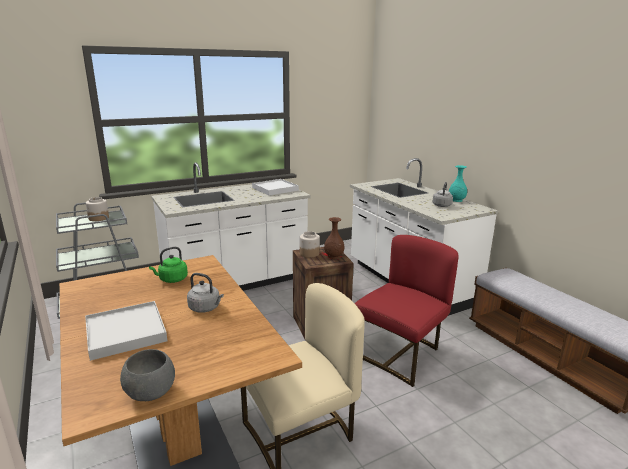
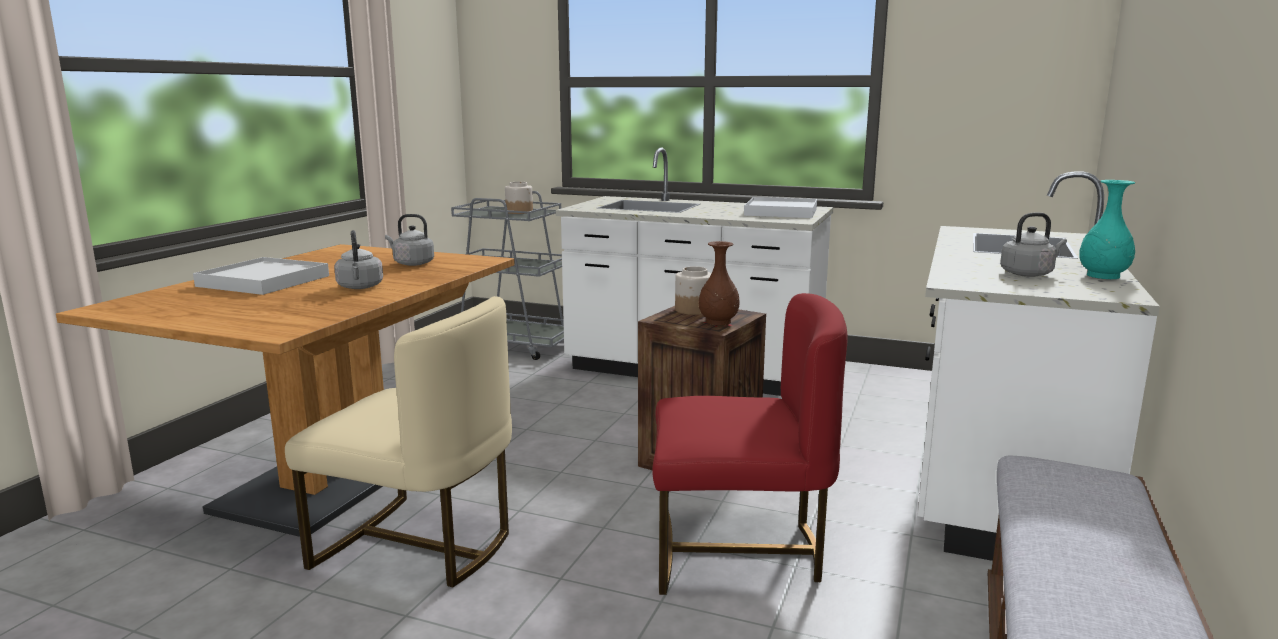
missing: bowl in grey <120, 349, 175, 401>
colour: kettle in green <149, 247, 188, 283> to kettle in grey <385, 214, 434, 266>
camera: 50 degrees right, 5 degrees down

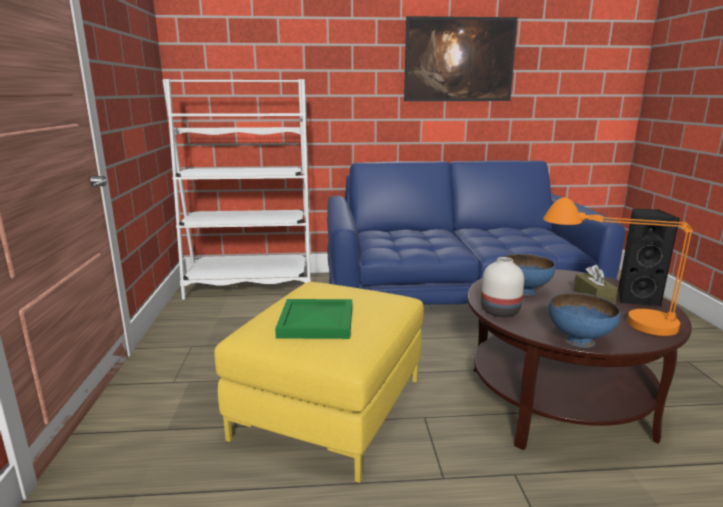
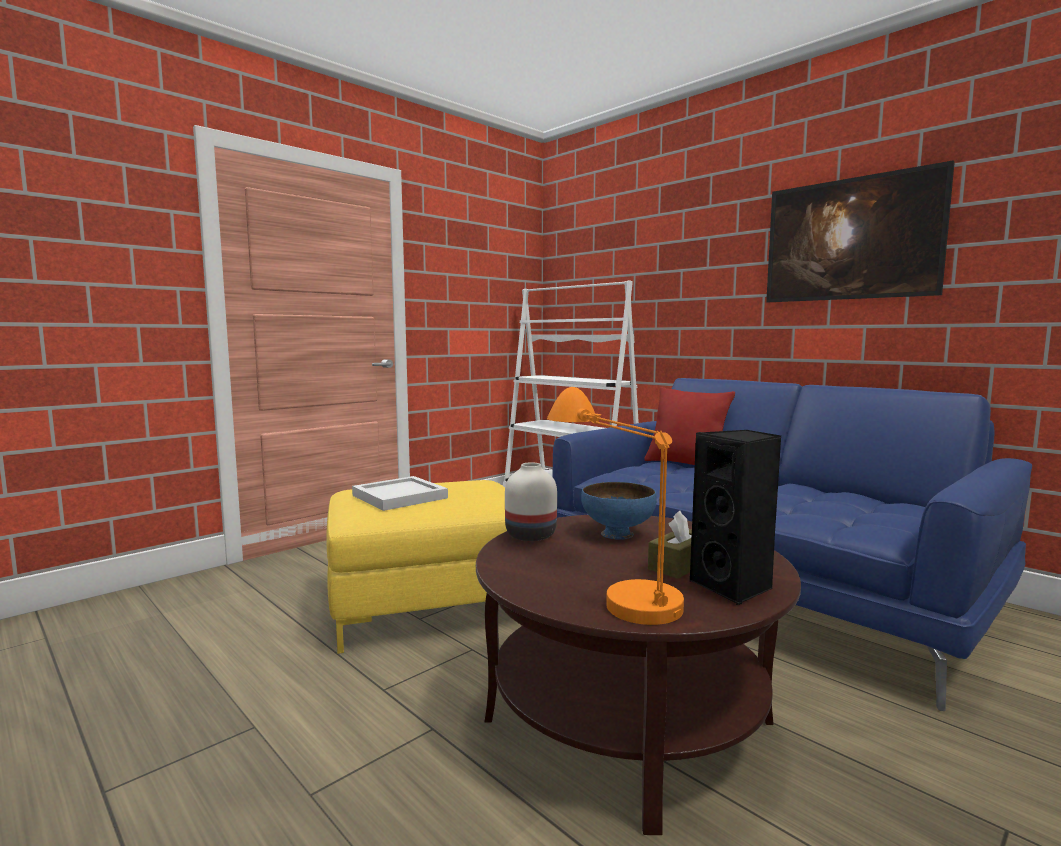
missing: bowl in blue <549, 293, 620, 348>
appeared: pillow in red <645, 387, 735, 465>
colour: tray in green <275, 299, 352, 339> to tray in white <352, 476, 448, 511>
camera: 50 degrees right, 10 degrees down

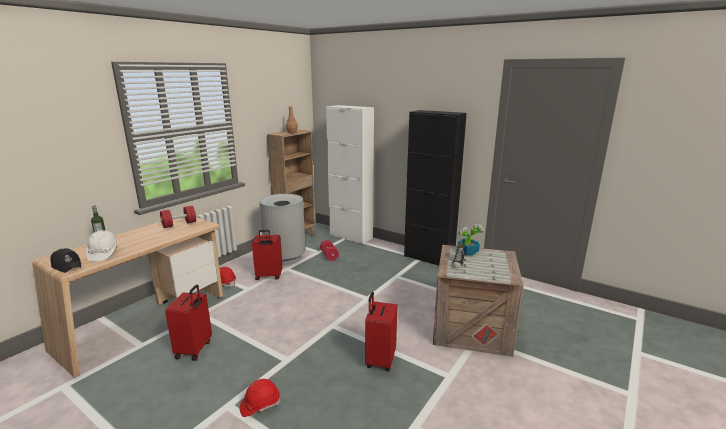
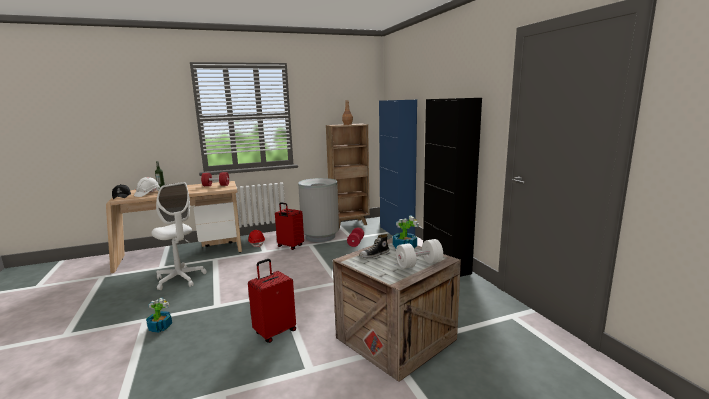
appeared: dumbbell in white <396, 239, 443, 269>
exchanged: suitcase in red <165, 285, 212, 361> to office chair in white <151, 182, 207, 290>; hard hat in red <240, 379, 280, 417> to potted plant <146, 298, 172, 333>
colour: cabinet in white <326, 105, 374, 244> to cabinet in blue <379, 100, 417, 236>
camera: 35 degrees right, 5 degrees down

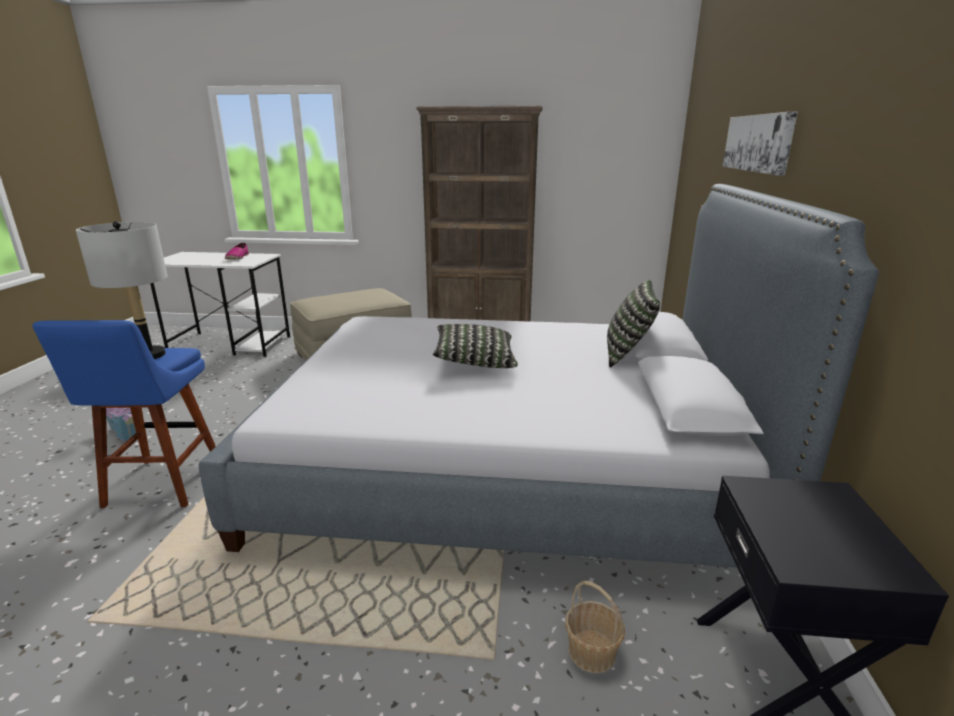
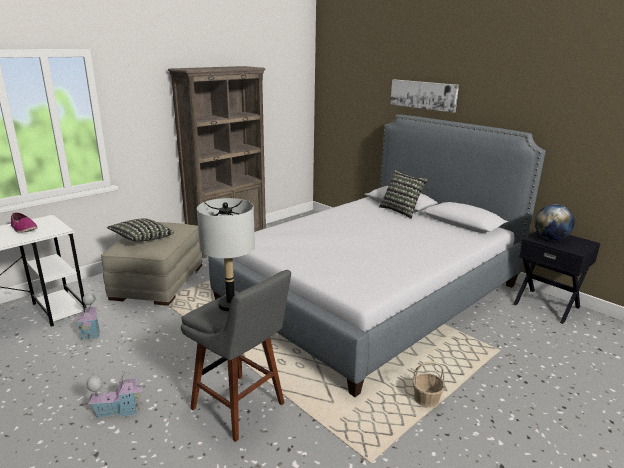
appeared: toy house <77, 293, 101, 341>; globe <535, 204, 575, 240>
relocated: pillow <433, 324, 518, 368> to <107, 218, 174, 242>; basket <565, 581, 625, 673> to <413, 361, 445, 408>
colour: stool in blue <32, 320, 216, 508> to stool in grey <181, 270, 291, 442>
camera: 50 degrees left, 0 degrees up

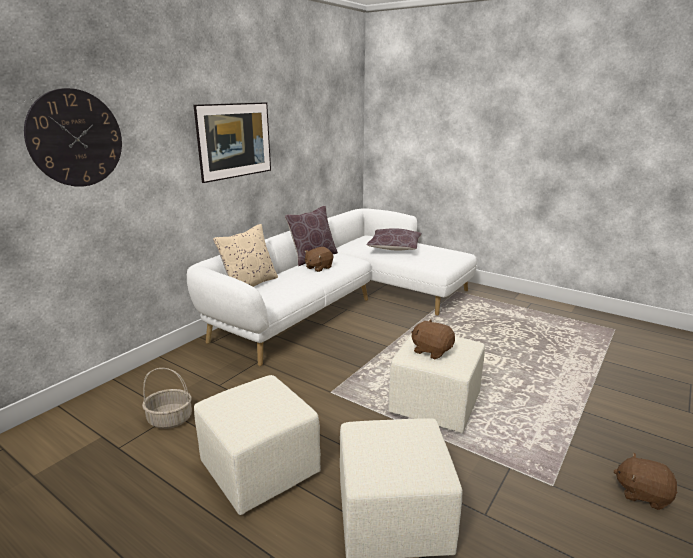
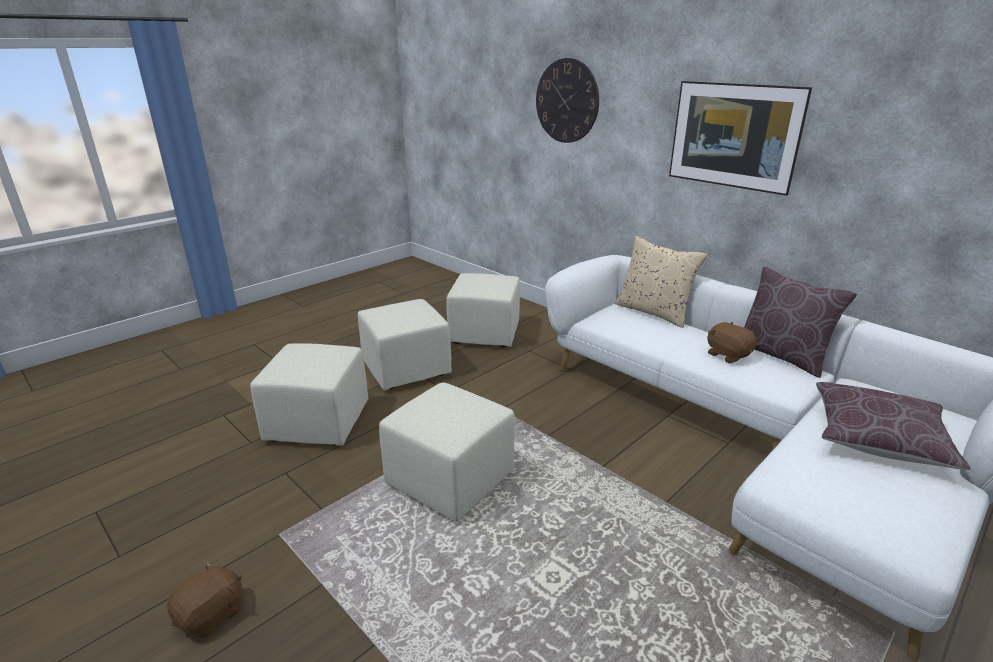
missing: plush toy in brown <411, 319, 455, 359>
exchanged: basket <142, 368, 192, 429> to ottoman in beige <446, 273, 520, 347>
camera: 100 degrees right, 5 degrees up

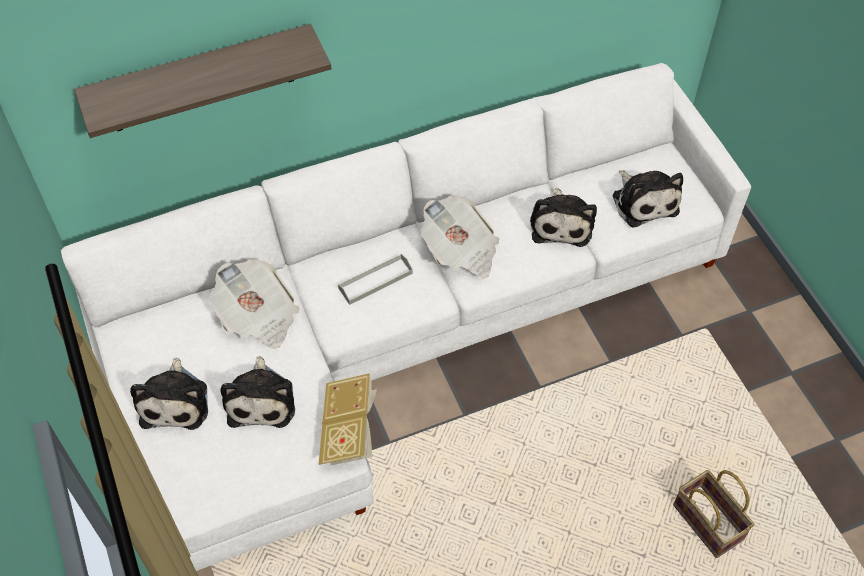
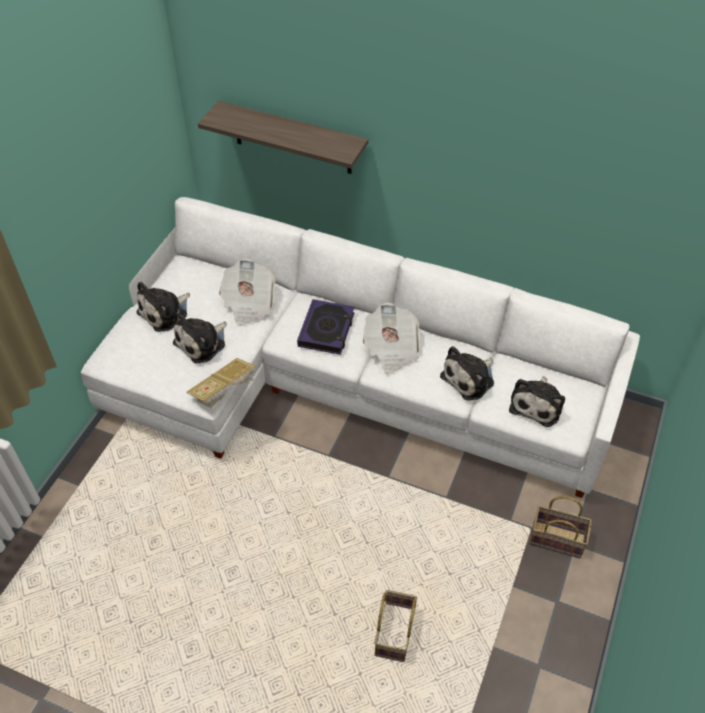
appeared: basket <529, 496, 592, 558>
exchanged: tray in grey <338, 254, 413, 305> to book <297, 299, 354, 355>
camera: 45 degrees right, 5 degrees down

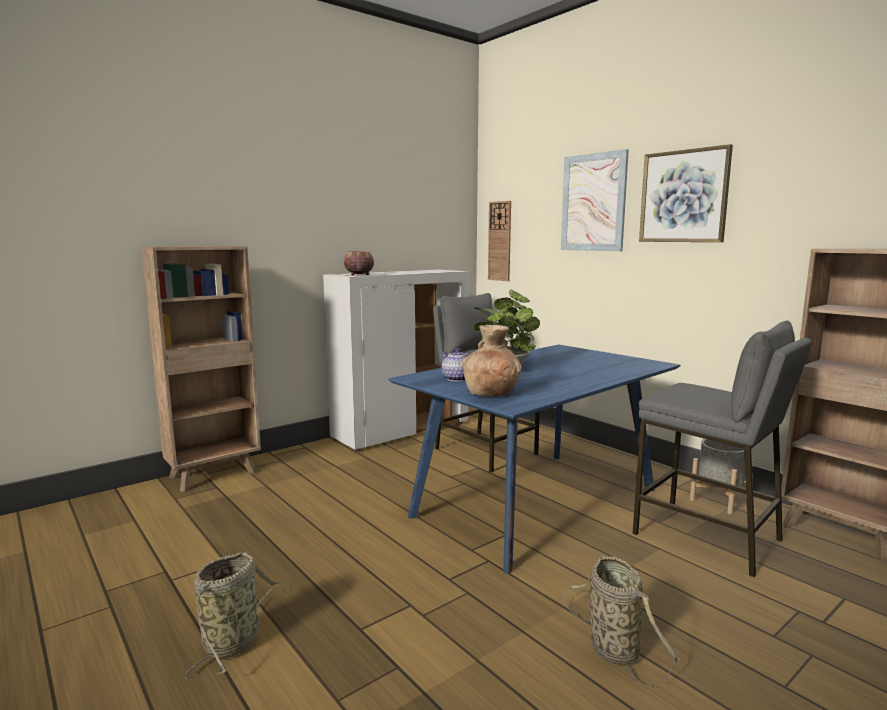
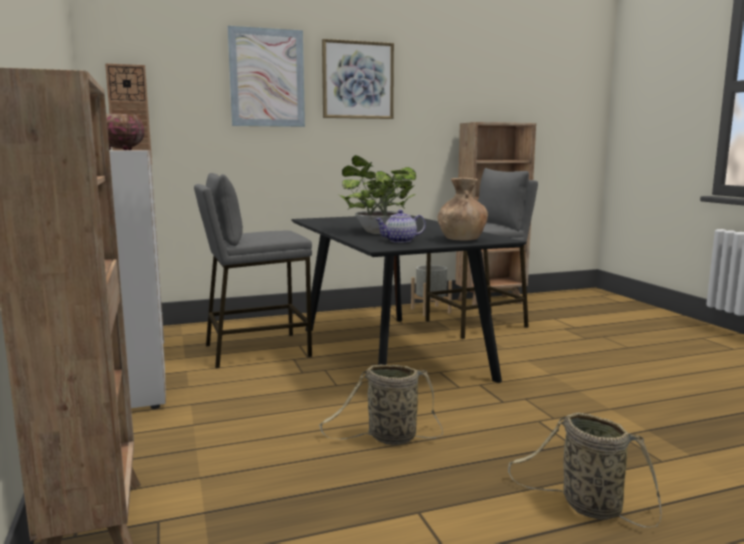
relocated: basket <564, 556, 679, 687> to <319, 364, 443, 445>
colour: dining table in blue <388, 345, 680, 573> to dining table in black <291, 215, 526, 383>
camera: 70 degrees left, 0 degrees up

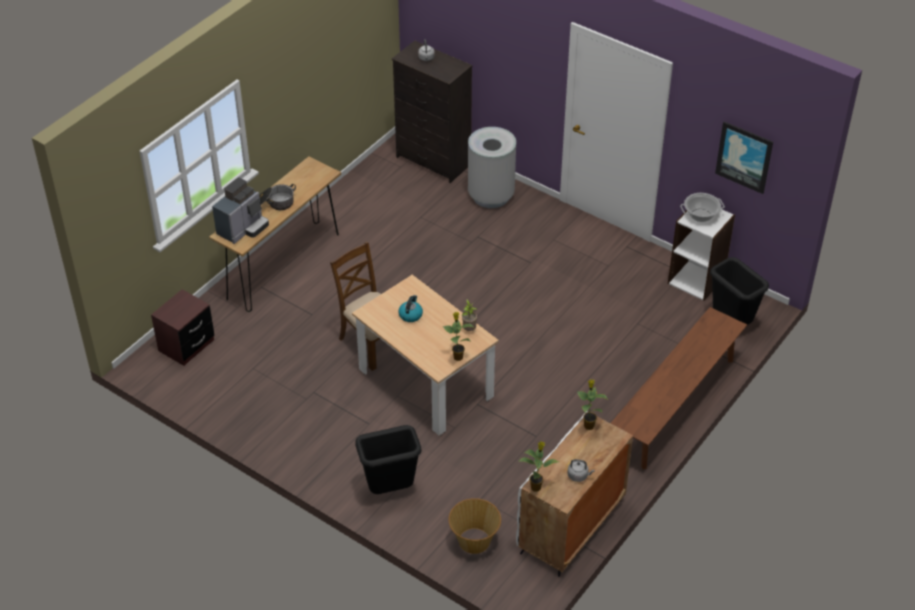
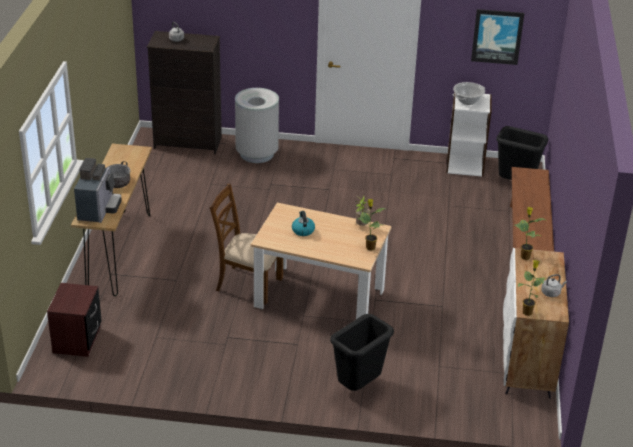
missing: basket <448, 498, 501, 554>
camera: 30 degrees left, 10 degrees down

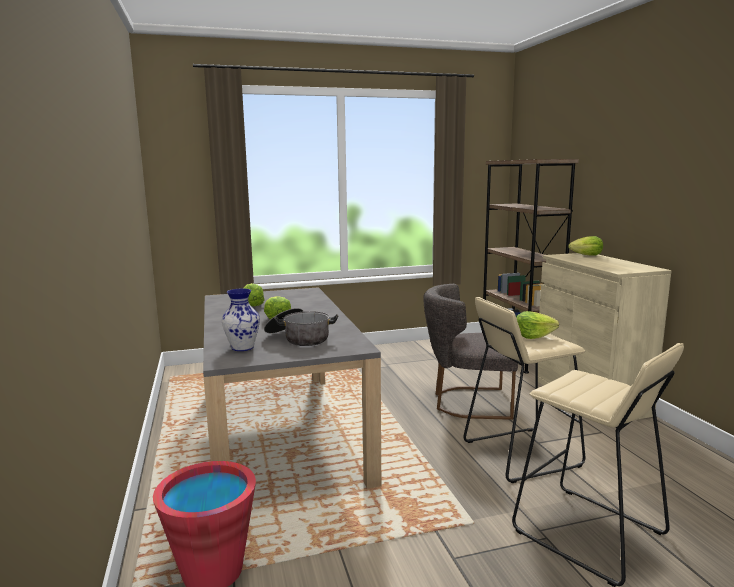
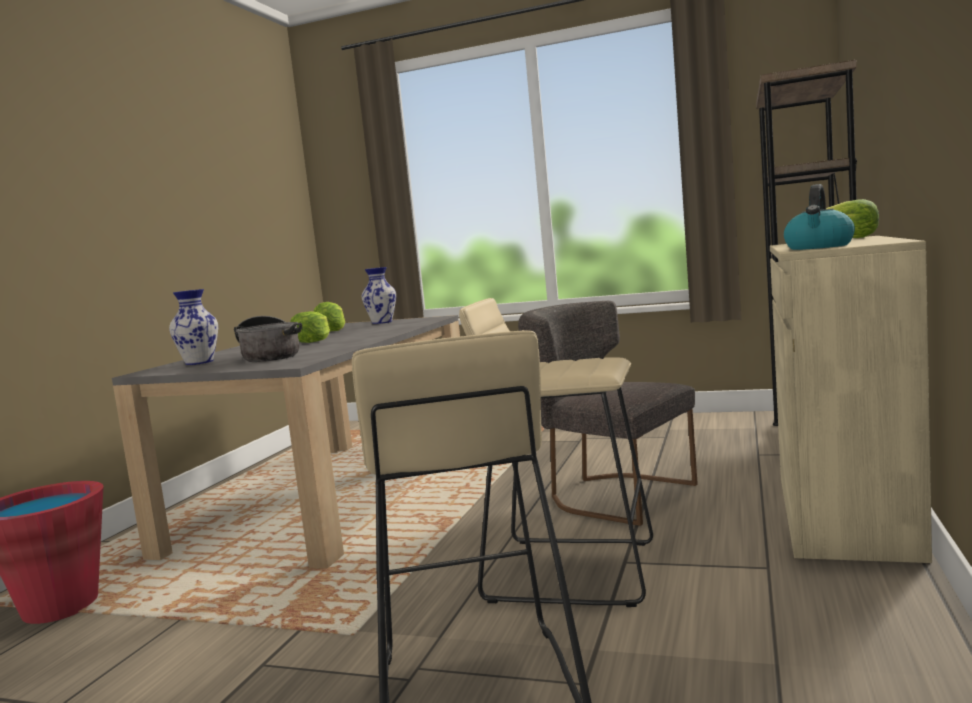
missing: lettuce <516, 311, 559, 339>
appeared: vase <362, 267, 396, 324>; kettle <784, 184, 855, 250>
camera: 35 degrees right, 5 degrees down

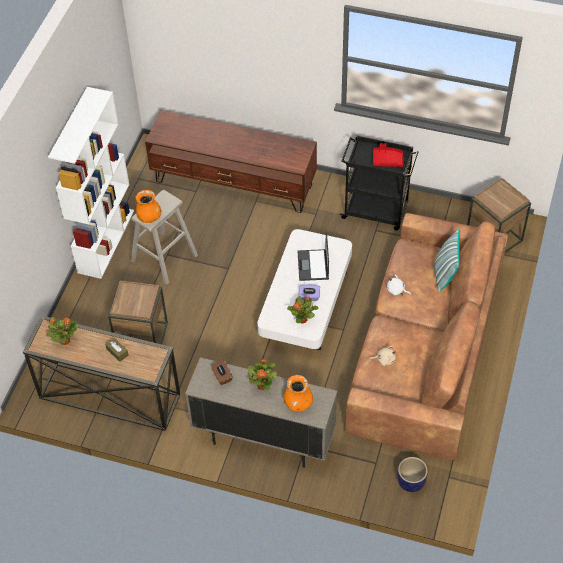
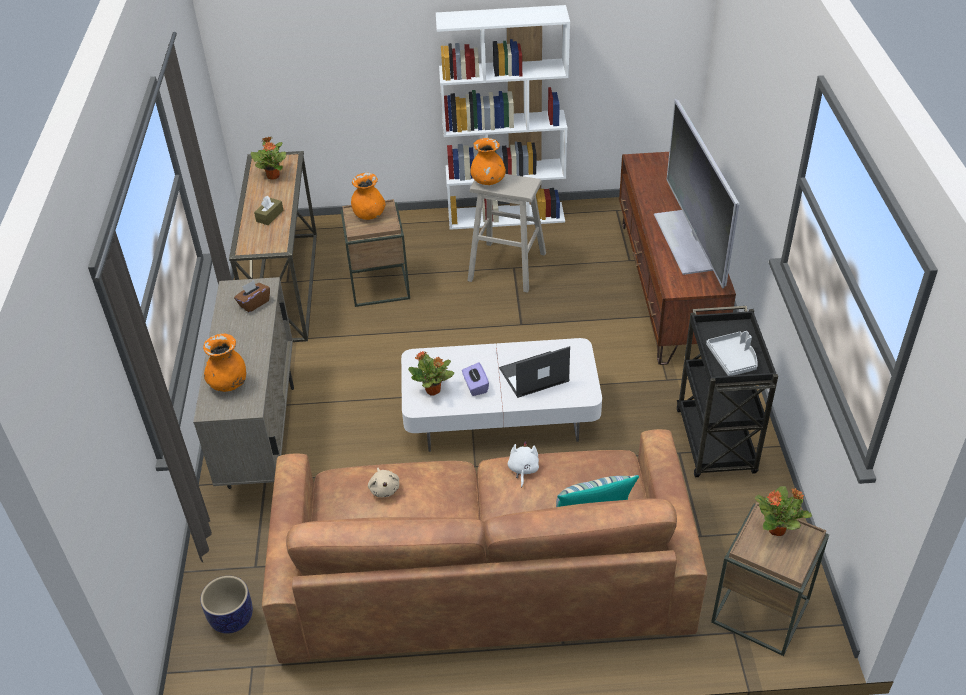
appeared: vase in orange <351, 173, 386, 220>; television <654, 99, 739, 289>
relocated: potted plant <248, 359, 277, 391> to <754, 486, 812, 536>
colour: tray in red <373, 143, 403, 167> to tray in grey <706, 331, 758, 376>
camera: 70 degrees right, 10 degrees down

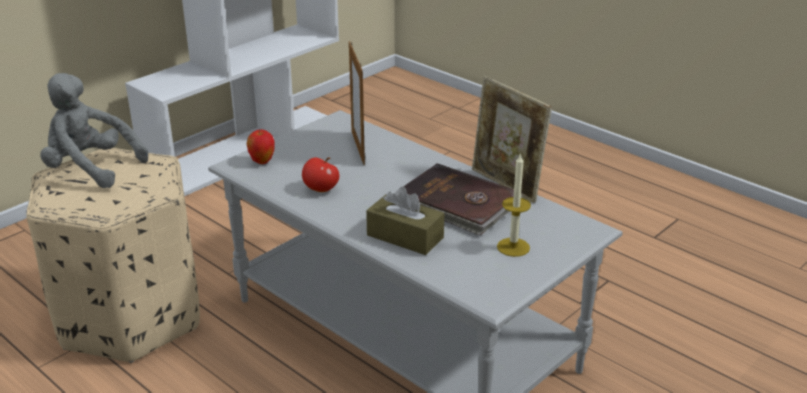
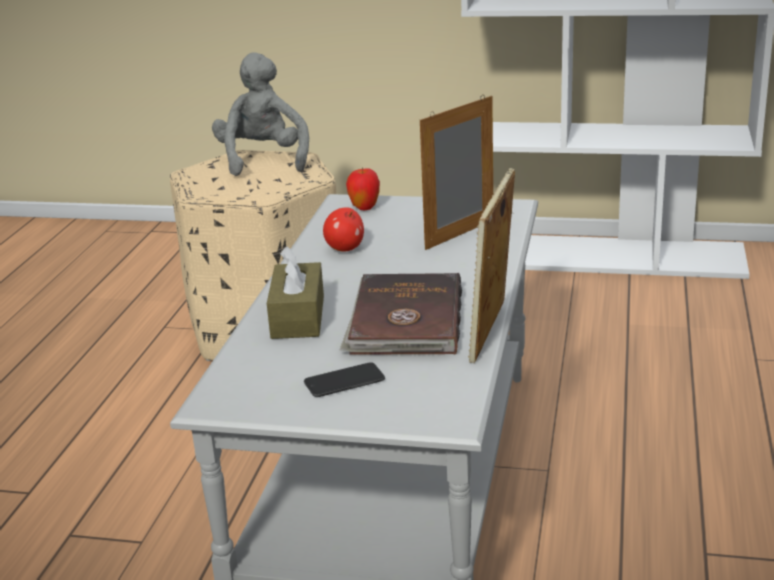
exchanged: candle <497, 153, 531, 257> to phone <304, 362, 385, 397>
camera: 60 degrees right, 5 degrees down

